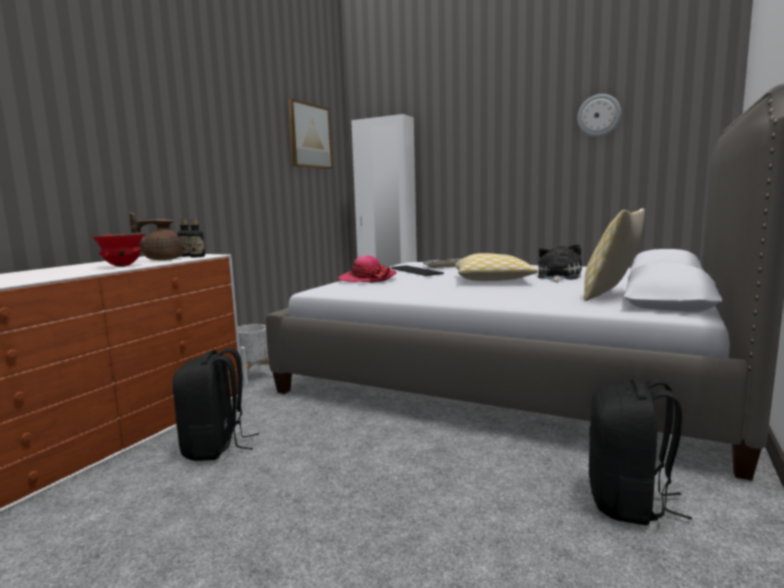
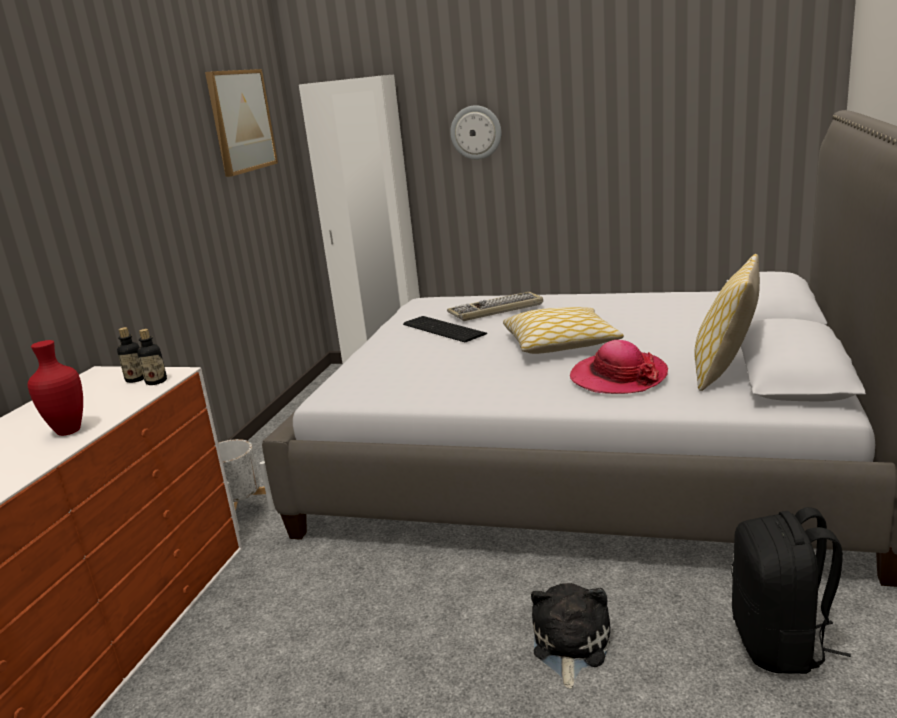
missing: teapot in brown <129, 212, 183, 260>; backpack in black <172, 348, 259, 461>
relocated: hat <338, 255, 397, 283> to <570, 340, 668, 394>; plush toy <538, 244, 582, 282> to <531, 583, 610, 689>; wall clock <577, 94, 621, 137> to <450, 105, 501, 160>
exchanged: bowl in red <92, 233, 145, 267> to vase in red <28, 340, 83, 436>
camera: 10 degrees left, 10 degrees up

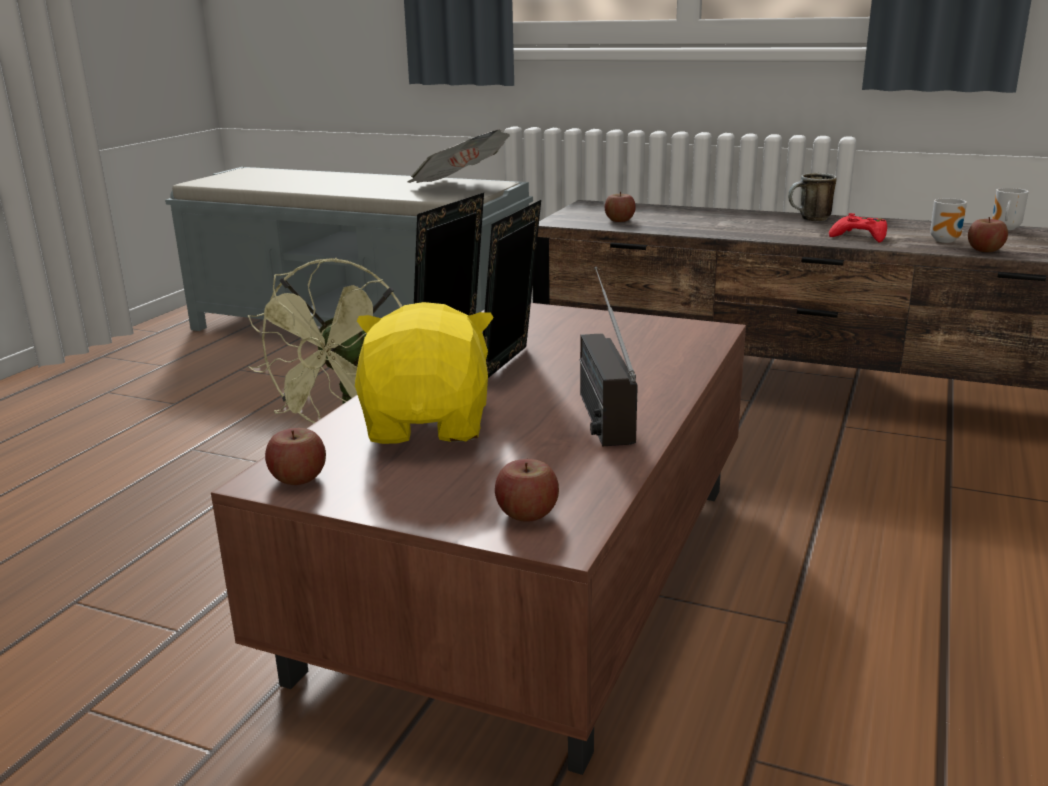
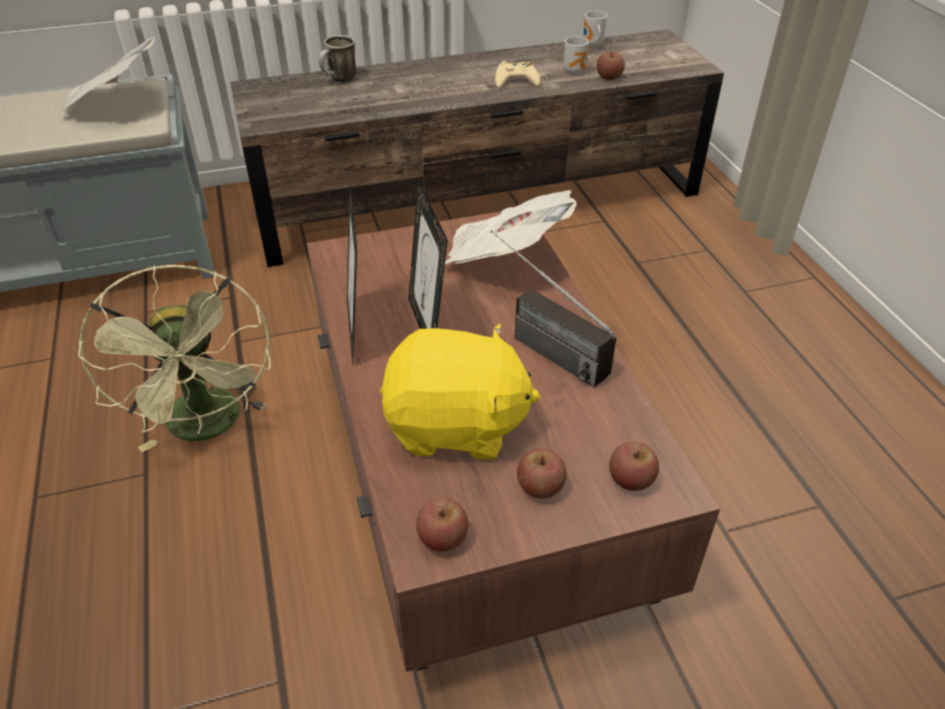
appeared: newspaper <445, 190, 577, 264>
relocated: apple <605, 192, 636, 222> to <517, 449, 567, 498>; mug <788, 173, 837, 221> to <319, 35, 356, 82>
colour: game controller in red <829, 213, 887, 242> to game controller in beige <495, 61, 540, 88>
spun: plush toy in yellow <355, 302, 494, 444> = <380, 324, 541, 459> 135 degrees clockwise
camera: 40 degrees left, 20 degrees up

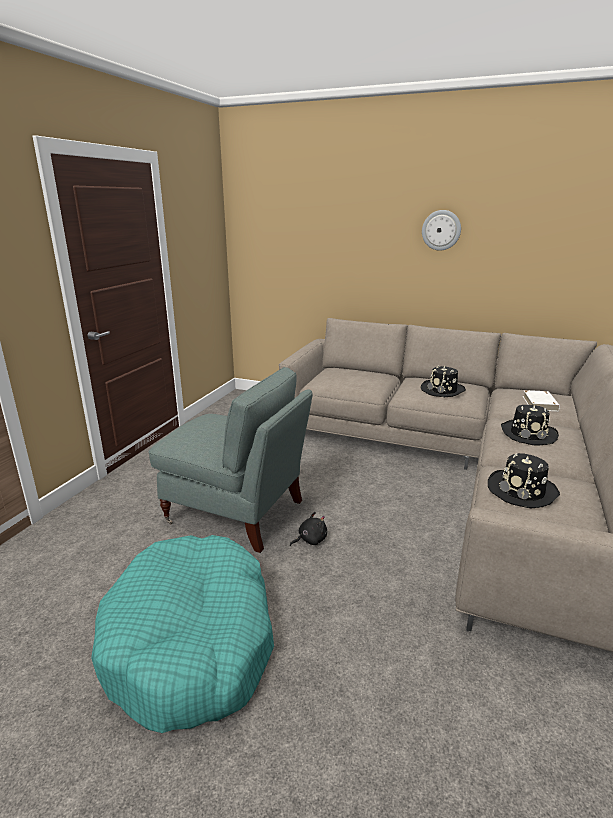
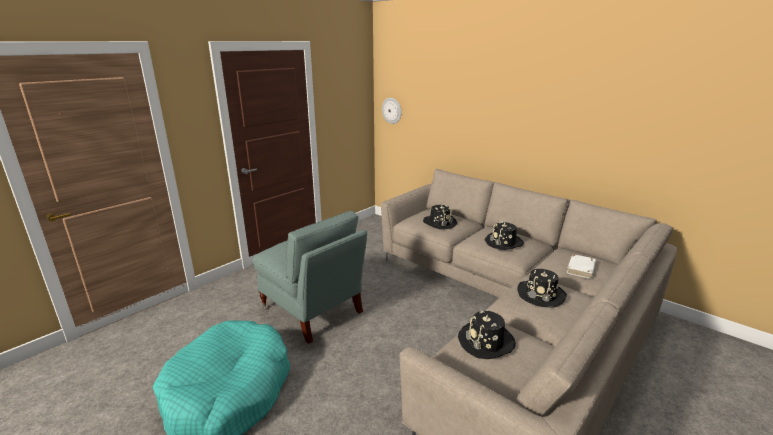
missing: plush toy in black <290, 512, 327, 546>
appeared: hat in black <423, 205, 457, 229>
relocated: wall clock <422, 210, 461, 251> to <382, 98, 402, 124>
camera: 20 degrees right, 0 degrees up

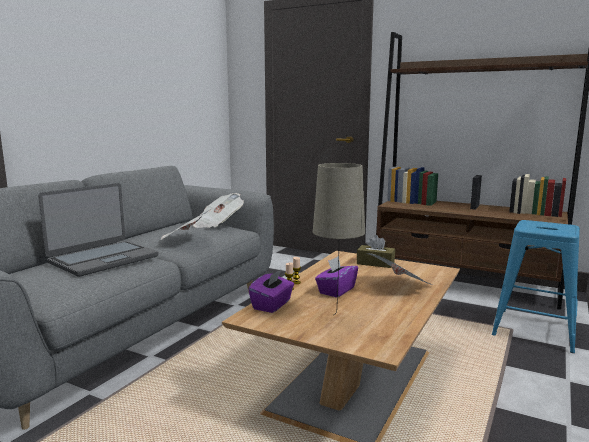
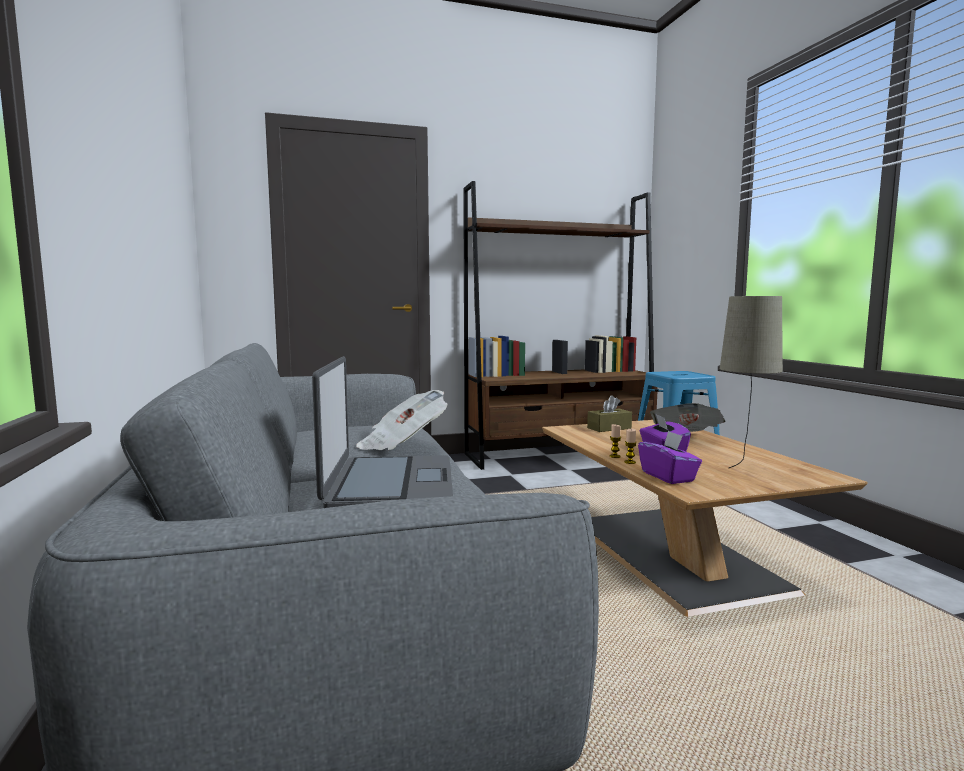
missing: newspaper <193, 193, 244, 228>
camera: 45 degrees left, 5 degrees down

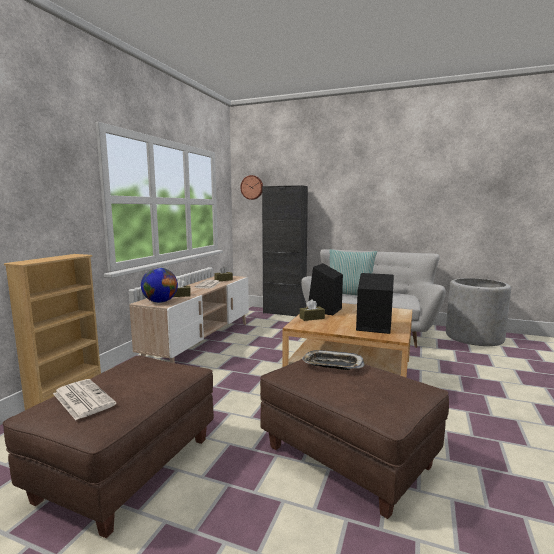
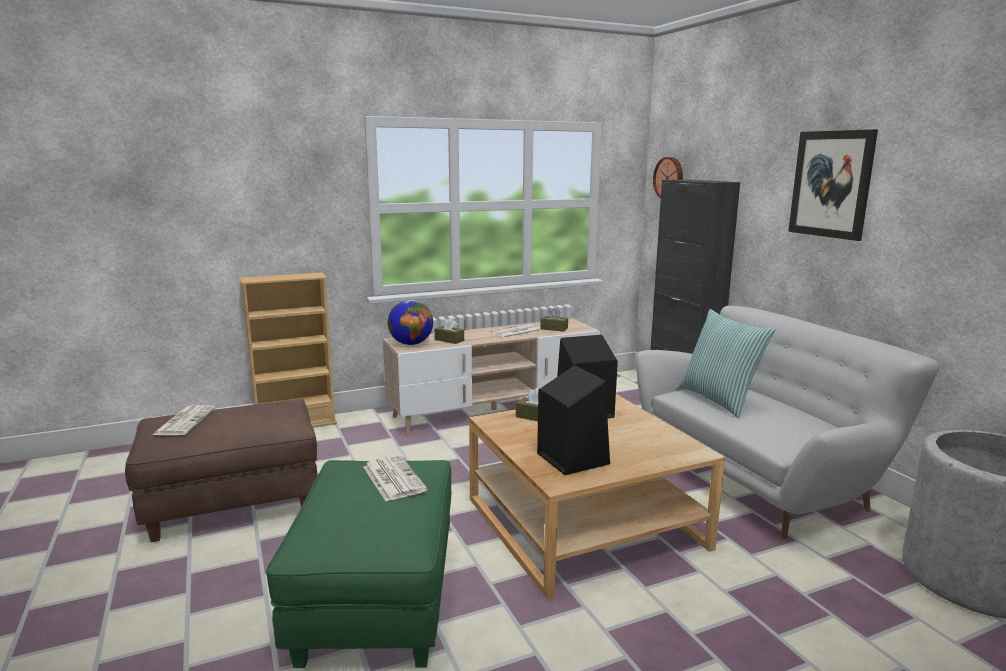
appeared: picture <788, 129, 878, 241>
exchanged: tray <302, 350, 365, 370> to newspaper <364, 455, 427, 501>
colour: ottoman in brown <260, 359, 449, 519> to ottoman in green <266, 460, 451, 668>
camera: 45 degrees right, 5 degrees up

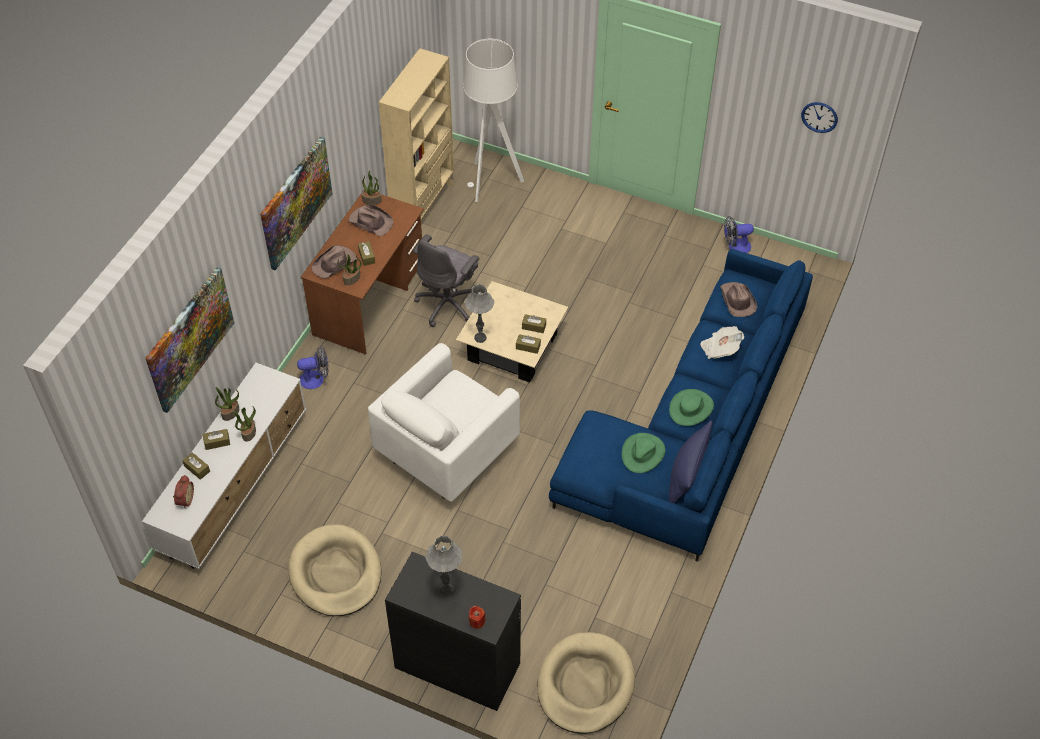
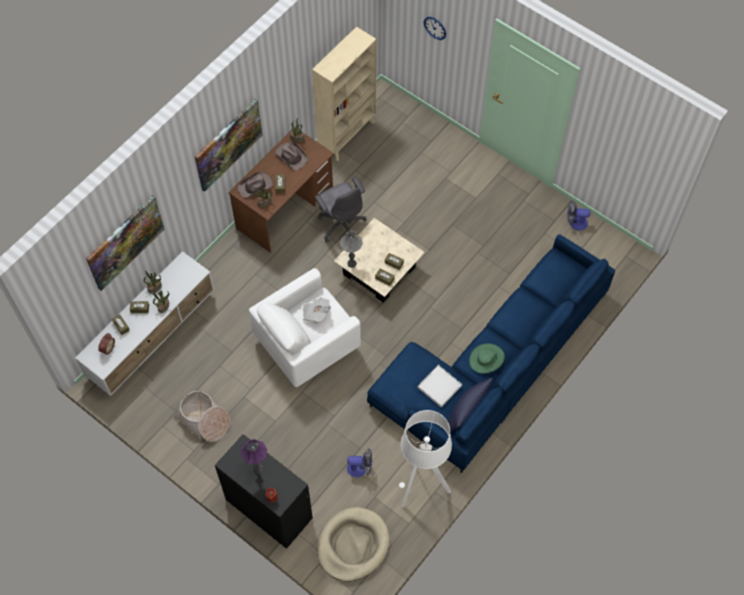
missing: hat in brown <720, 282, 757, 317>
relocated: fan <297, 345, 329, 389> to <347, 449, 372, 477>; floor lamp in white <463, 39, 524, 202> to <399, 410, 452, 508>; newspaper <700, 326, 744, 359> to <303, 298, 331, 322>; wall clock <801, 102, 838, 133> to <424, 17, 446, 40>
exchanged: dog bed in beige <288, 524, 381, 616> to basket <174, 391, 230, 442>; hat in green <622, 433, 665, 473> to tray in white <418, 365, 462, 407>
colour: table lamp in grey <425, 535, 462, 597> to table lamp in purple <241, 439, 267, 474>
spun: office chair in grey <413, 235, 479, 327> = <315, 177, 367, 242> 75 degrees counterclockwise
camera: 15 degrees right, 10 degrees up

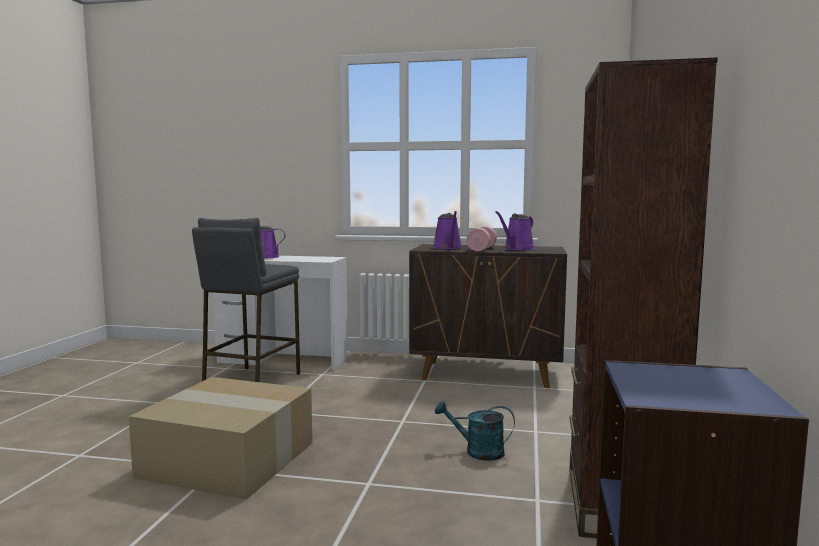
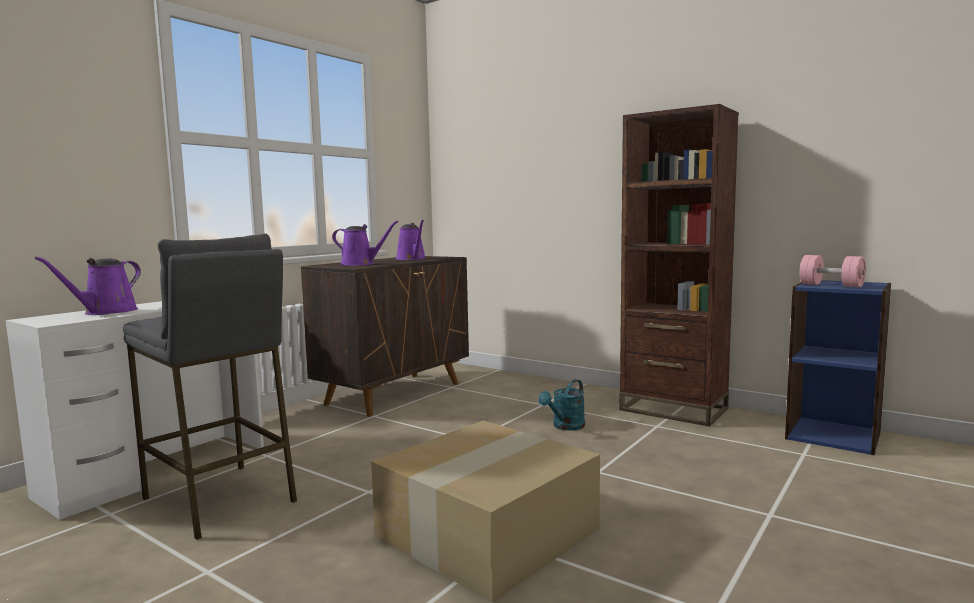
relocated: dumbbell in pink <466, 226, 497, 251> to <800, 255, 866, 287>
camera: 65 degrees left, 0 degrees up

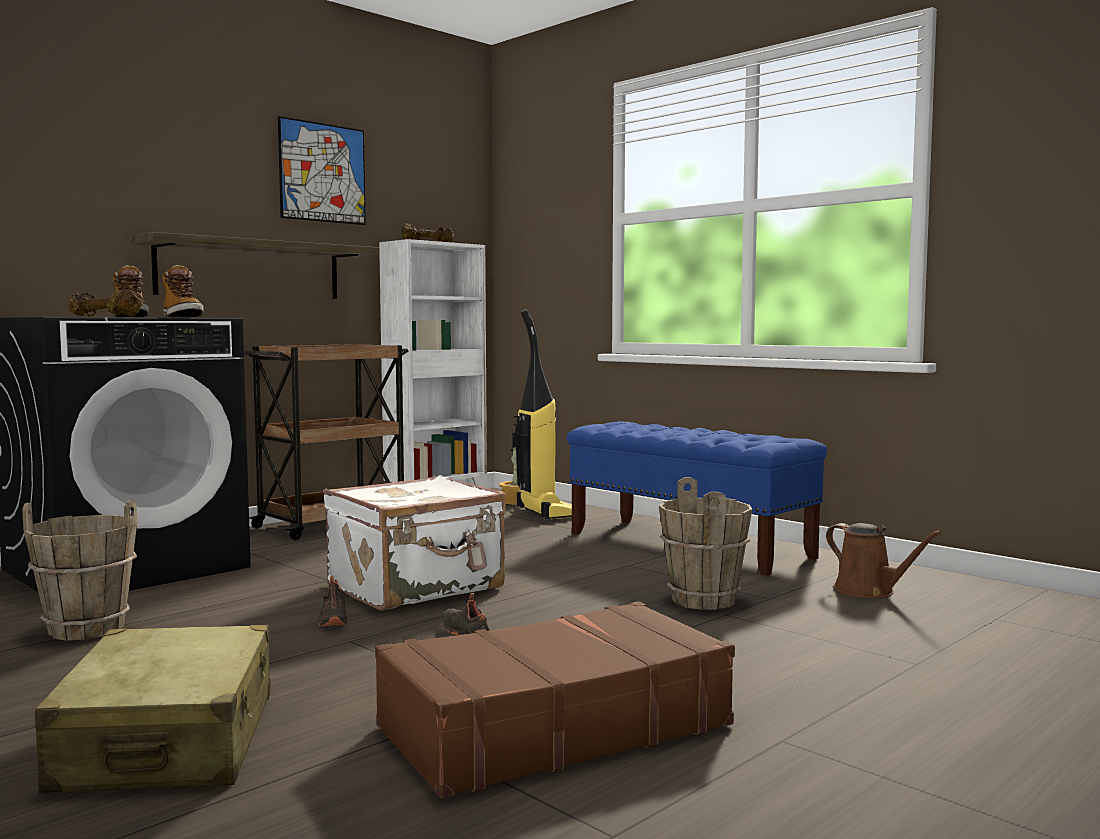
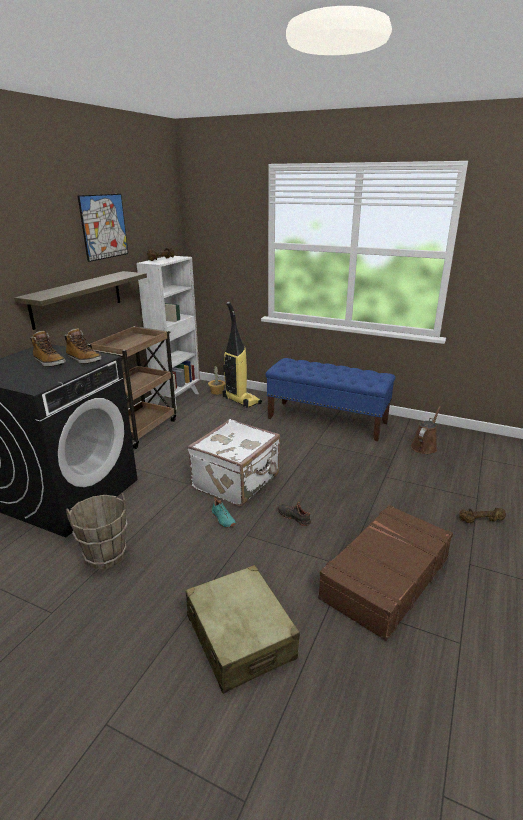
missing: bucket in brown <659, 477, 752, 610>
relocated: dumbbell in brown <67, 289, 144, 317> to <459, 508, 506, 523>
colour: shoe in black <318, 576, 347, 627> to shoe in turquoise <212, 497, 236, 528>
spun: watering can in brown <826, 523, 942, 598> = <411, 406, 441, 454> 90 degrees counterclockwise
camera: 20 degrees left, 20 degrees up

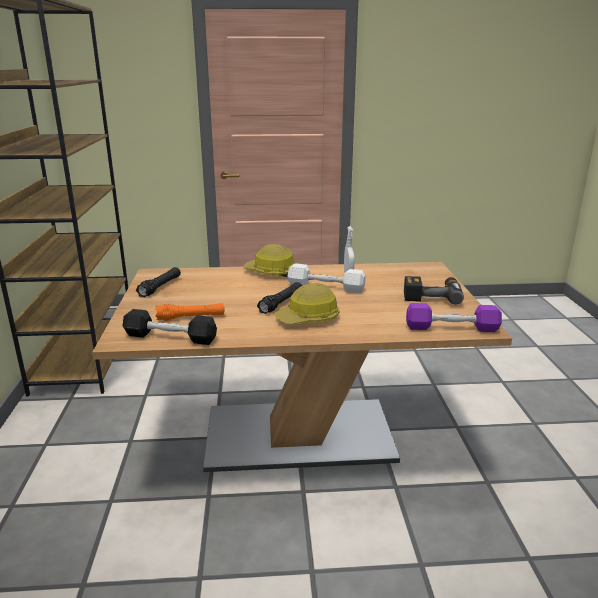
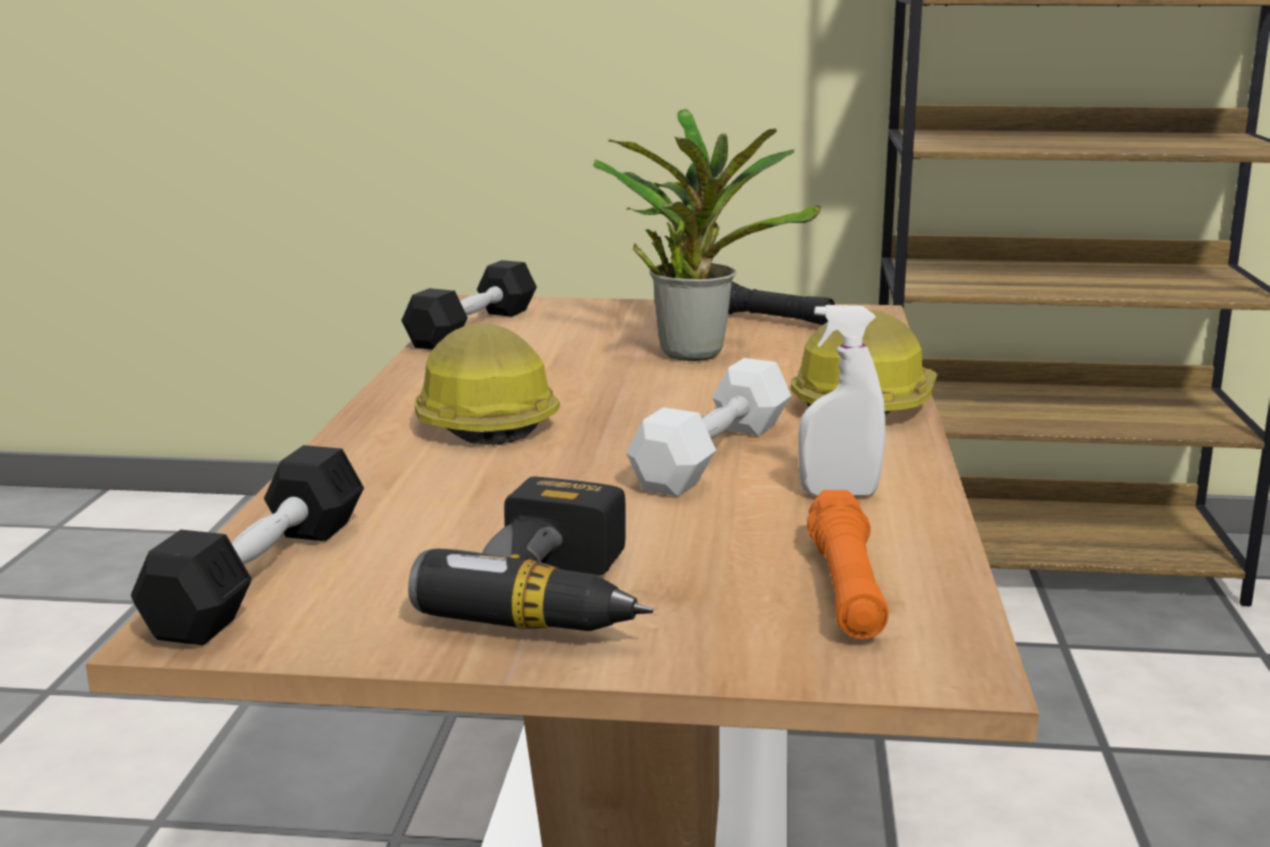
missing: flashlight in black <257, 282, 302, 314>
appeared: potted plant <593, 109, 822, 361>
relocated: flashlight in orange <155, 303, 225, 321> to <807, 490, 889, 639>
colour: dumbbell in purple <406, 303, 502, 332> to dumbbell in black <131, 445, 364, 645>
camera: 100 degrees right, 5 degrees down

